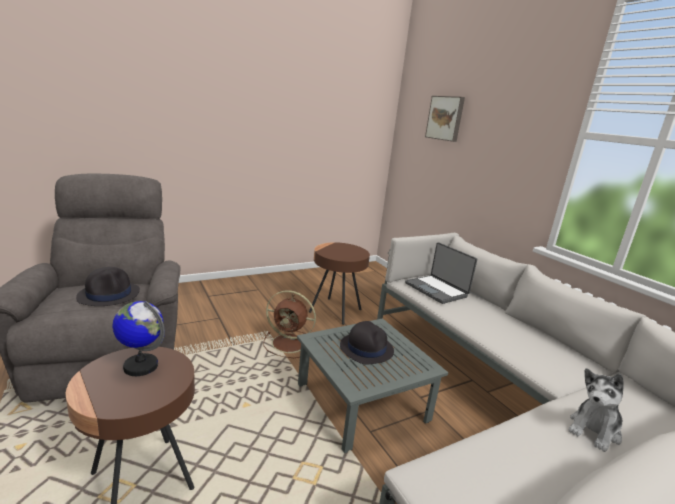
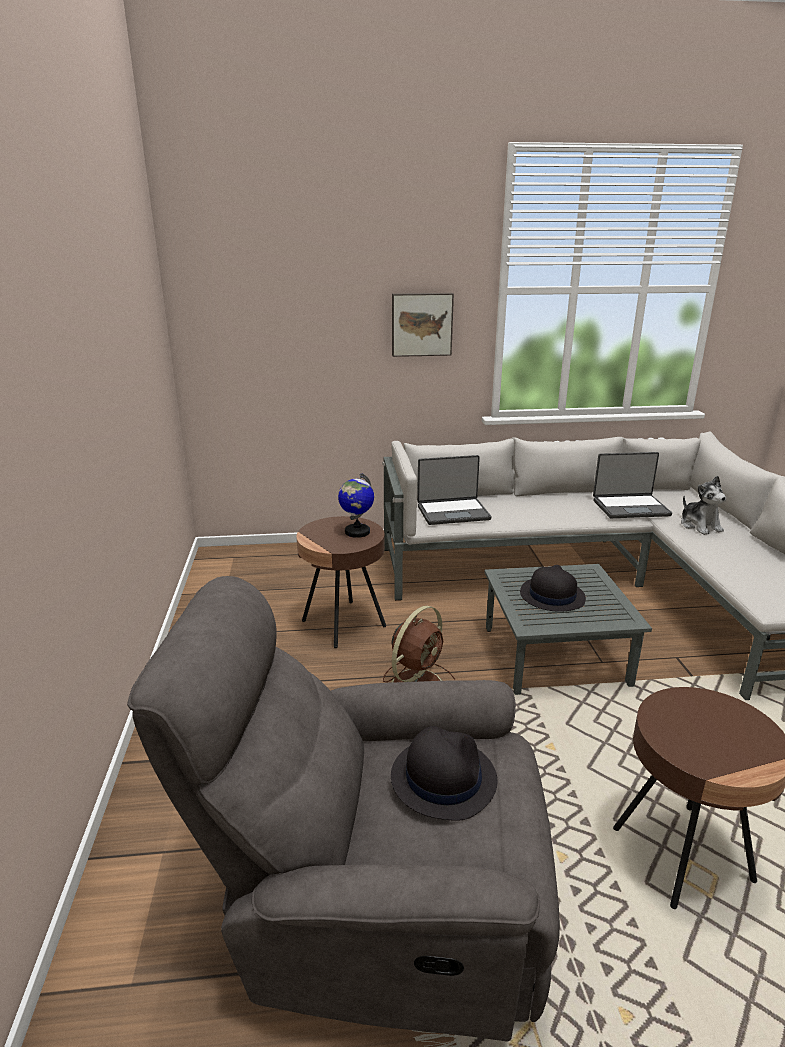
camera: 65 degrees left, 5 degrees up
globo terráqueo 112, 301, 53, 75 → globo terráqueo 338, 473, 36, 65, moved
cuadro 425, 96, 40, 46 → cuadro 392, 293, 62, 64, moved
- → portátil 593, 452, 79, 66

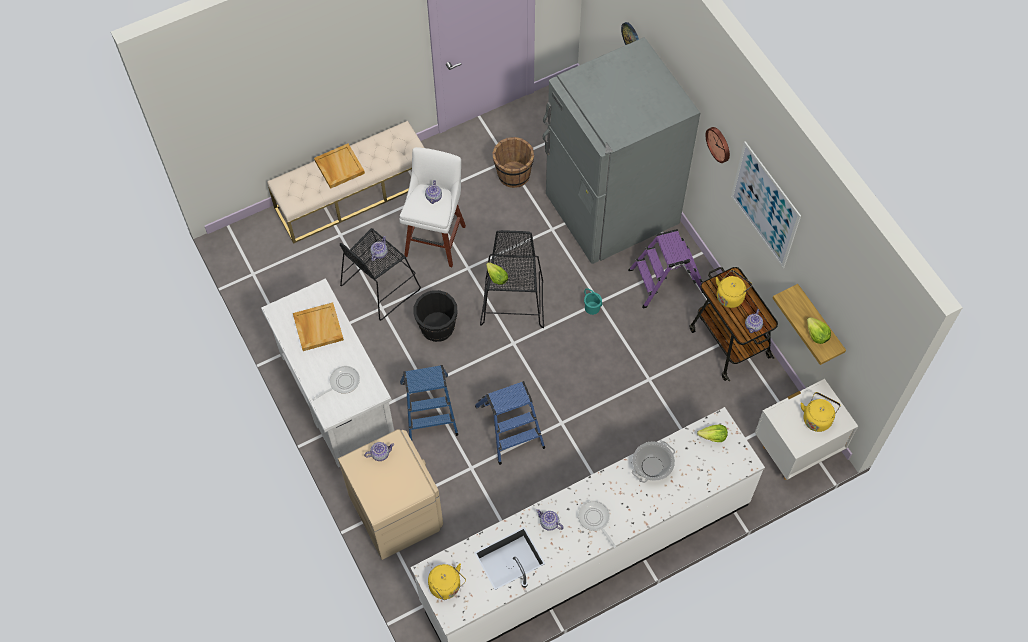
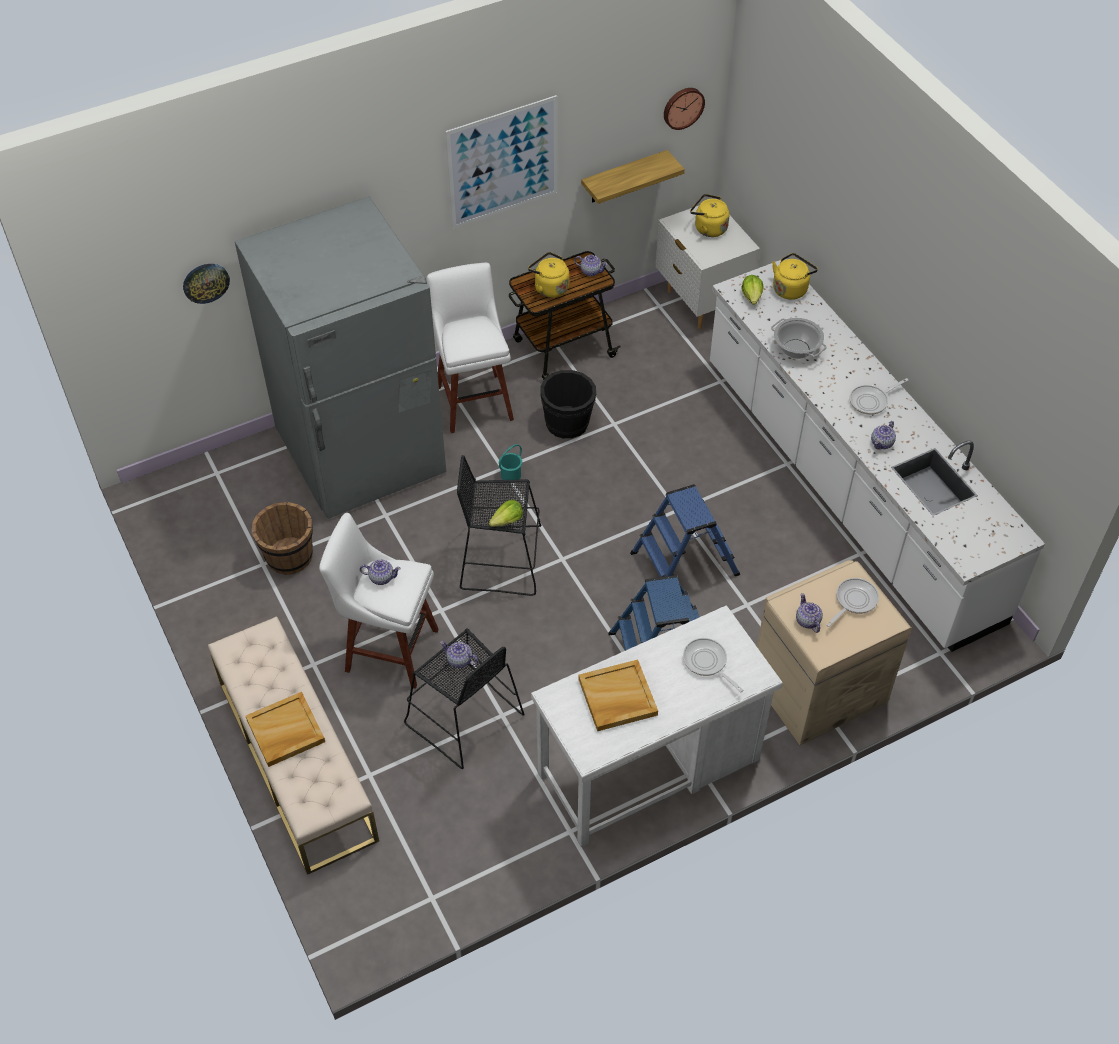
camera: 90 degrees left, 10 degrees down
escalera de tijera/morado 628, 229, 75, 80 → taburete/blanco 427, 263, 87, 170
cubo/negro 413, 290, 44, 52 → cubo/negro 540, 370, 56, 69, moved
reloj de pared 705, 127, 25, 36 → reloj de pared 664, 88, 41, 42, moved
hervidor/amarillo 428, 563, 38, 37 → hervidor/amarillo 772, 253, 46, 47, moved
- → sartén 826, 578, 53, 49
lechuga 807, 317, 24, 27 → -

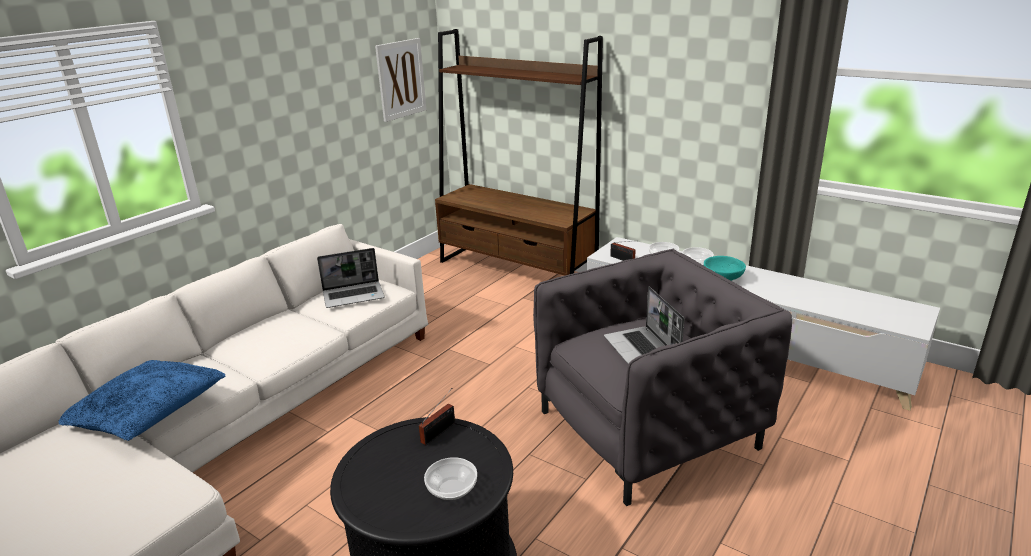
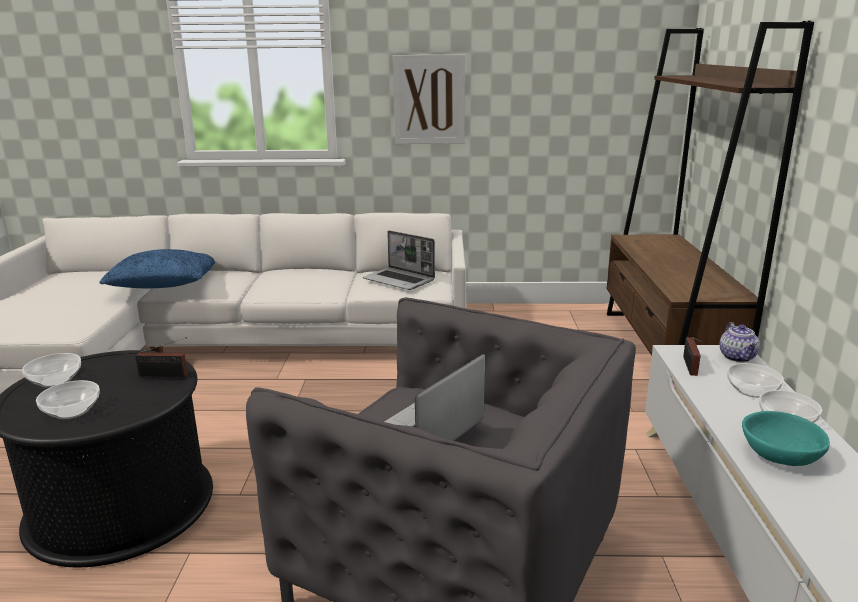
camera: 55 degrees right, 5 degrees down
- → cuenco 22, 353, 59, 34
cuadro 375, 38, 51, 84 → cuadro 393, 54, 72, 90, moved
- → tetera 720, 322, 40, 40

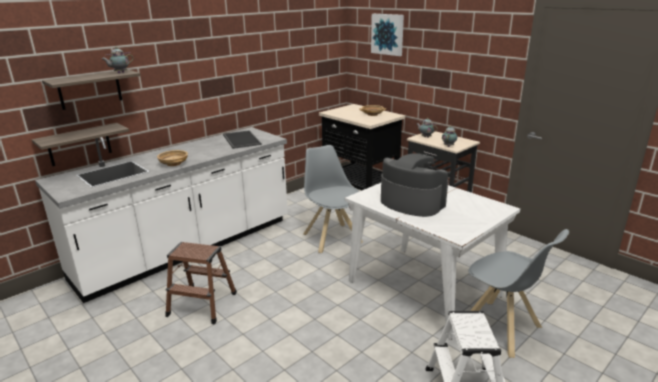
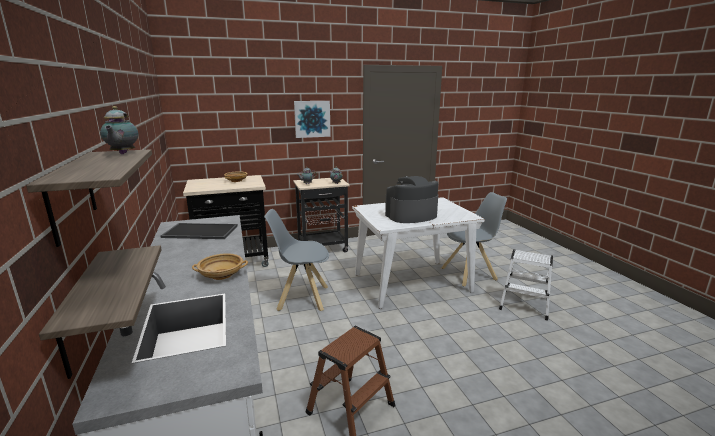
camera: 65 degrees left, 5 degrees down
cuadro 371, 14, 33, 42 → cuadro 294, 101, 37, 37, moved

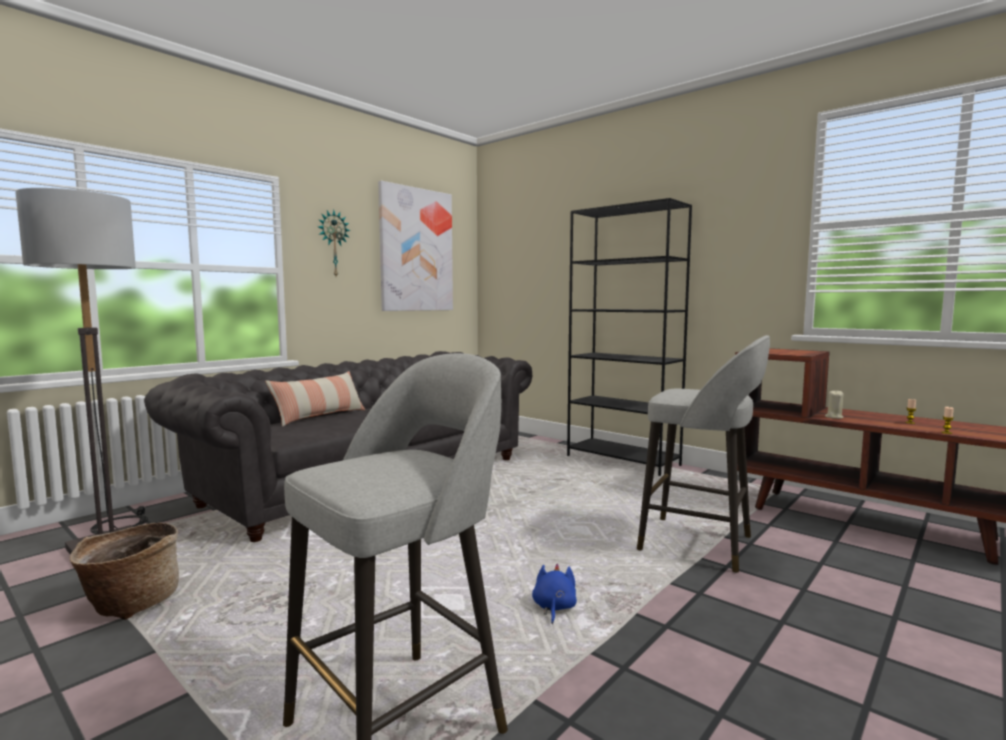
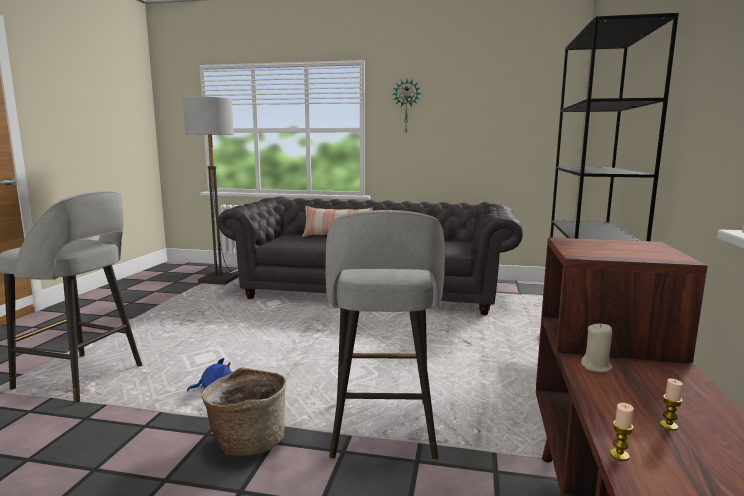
camera: 60 degrees right, 5 degrees up
cesta 69, 523, 110, 97 → cesta 201, 367, 85, 89, moved
cuadro 378, 181, 75, 130 → -

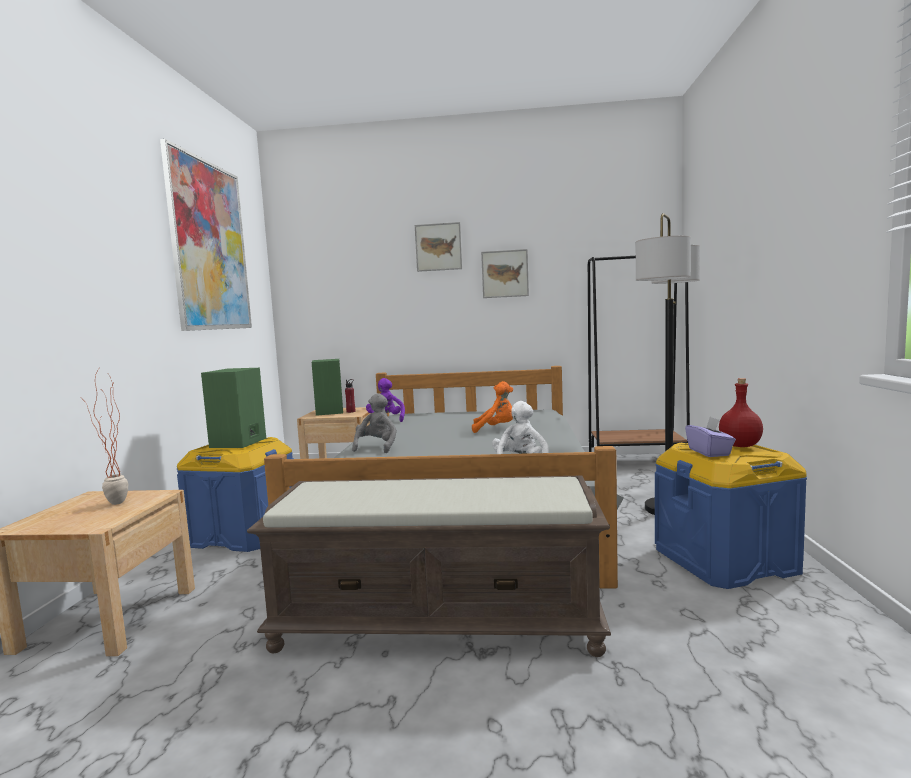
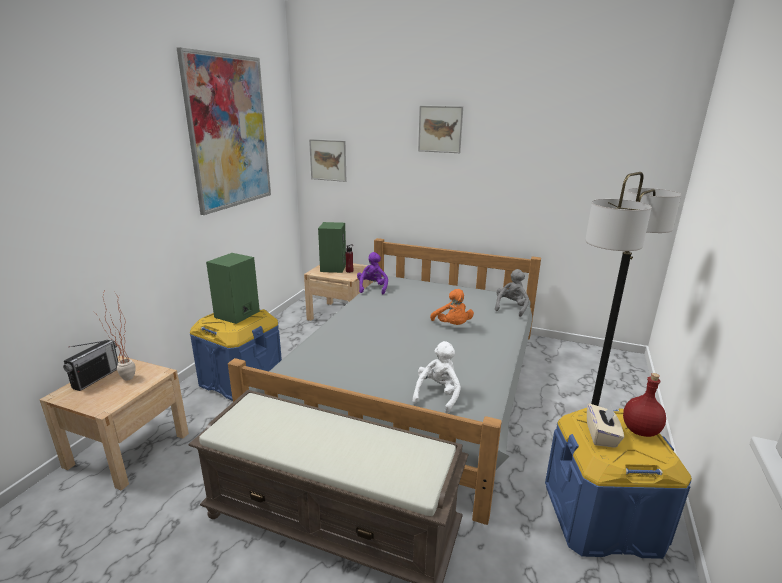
camera: 15 degrees right, 15 degrees up
- → radio 63, 340, 56, 51
cuadro 481, 249, 48, 49 → cuadro 309, 139, 37, 43, moved
peluche/naranja 472, 381, 41, 52 → peluche/naranja 430, 289, 44, 36, 45 degrees clockwise
peluche/gris 352, 393, 45, 60 → peluche/gris 495, 269, 34, 48, moved
caja de pañuelos/morado 685, 417, 51, 40 → caja de pañuelos/beis 587, 403, 37, 45
perchero 588, 256, 102, 196 → -

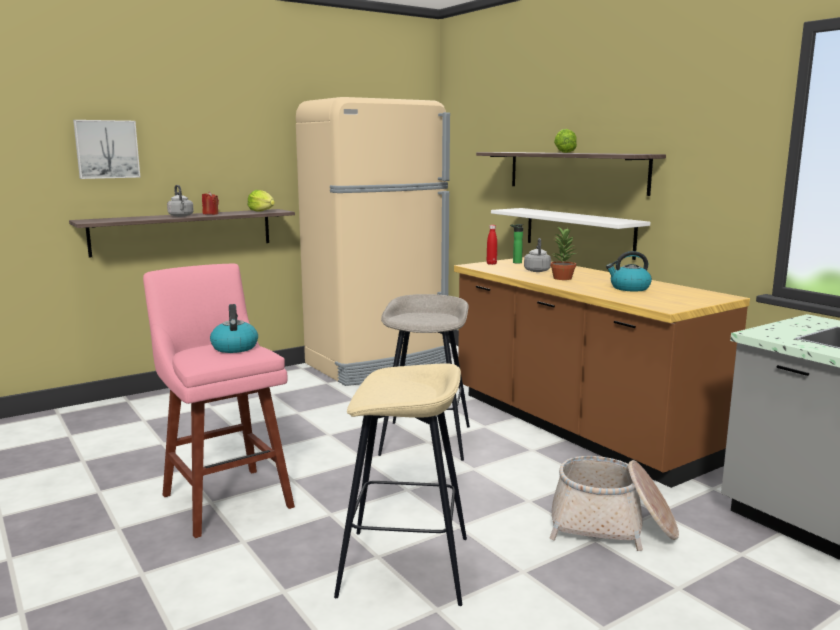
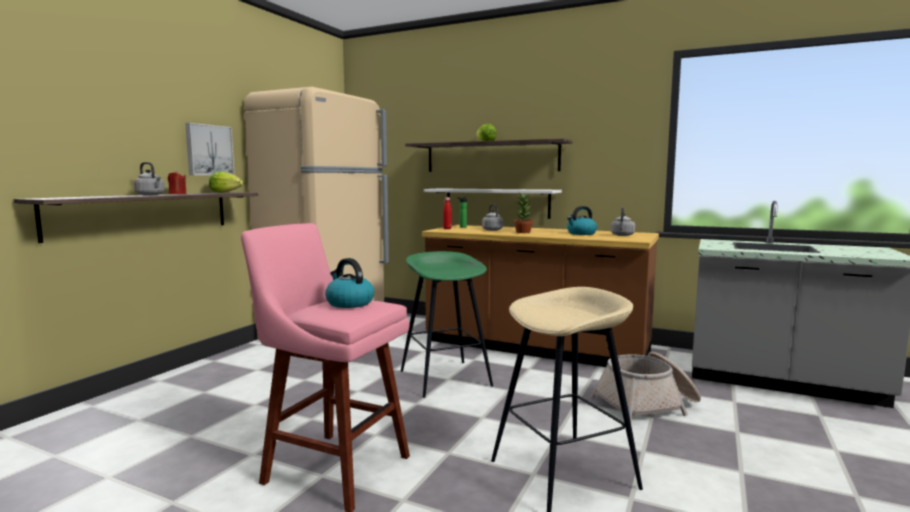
camera: 30 degrees left, 5 degrees down
cuadro 73, 120, 67, 59 → cuadro 185, 123, 50, 52, moved
taburete/gris 378, 294, 92, 167 → taburete/verde 401, 251, 92, 147
- → hervidor/gris 611, 207, 24, 29

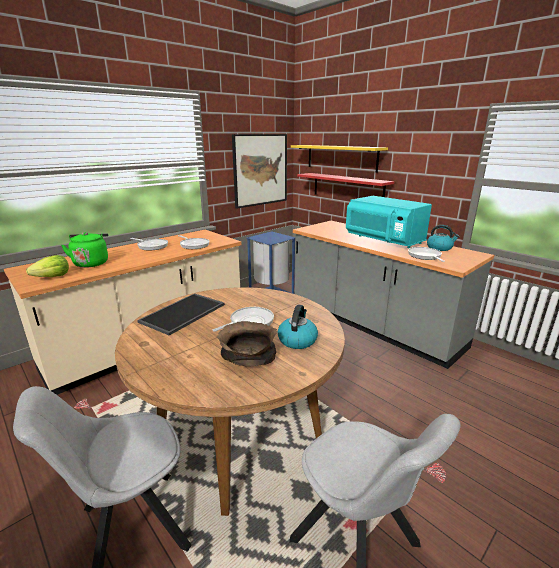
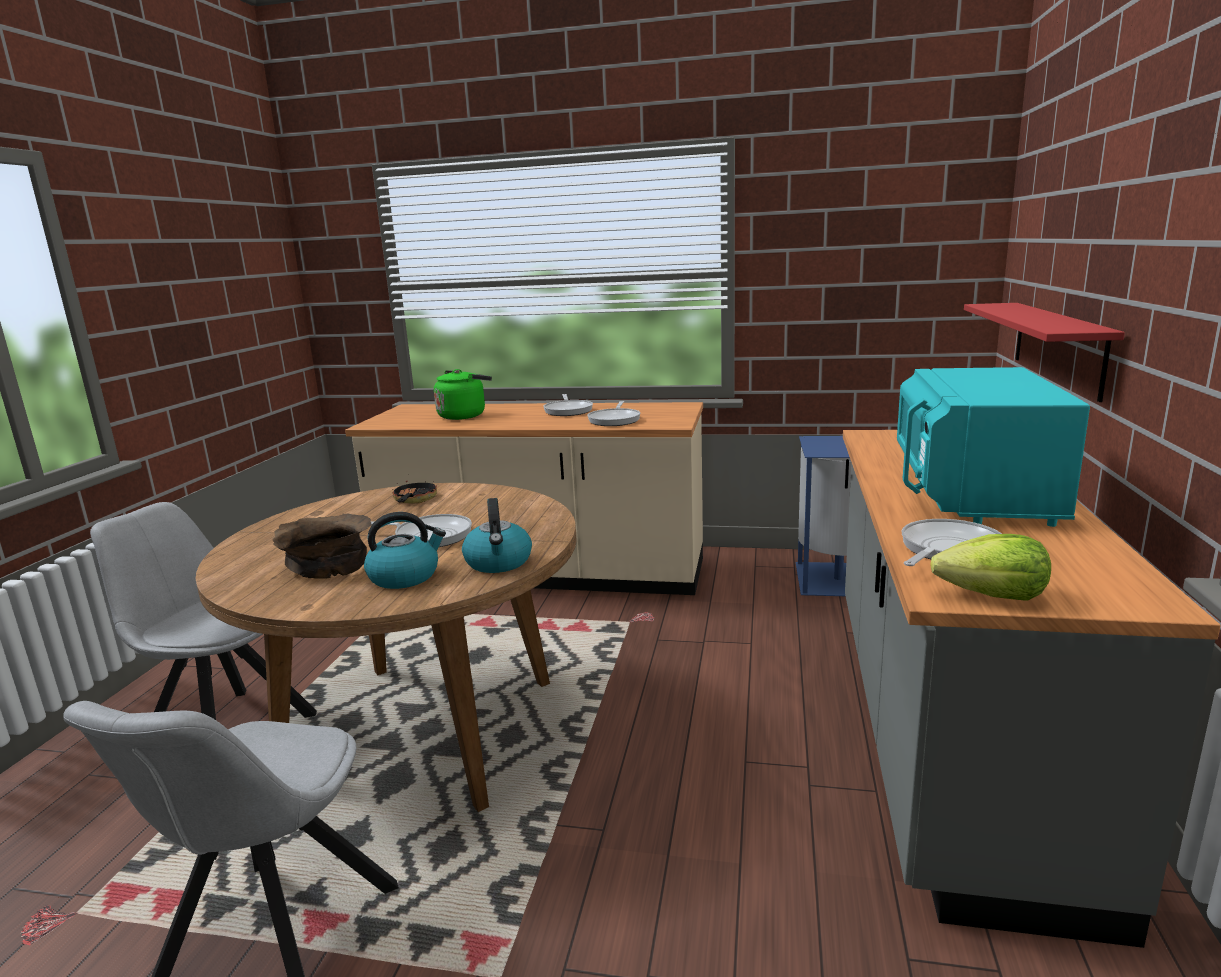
camera: 55 degrees right, 5 degrees down
bandeja 137, 293, 88, 43 → sartén 392, 480, 45, 24
hervidor 427, 225, 33, 26 → hervidor 462, 498, 70, 75, moved
lechuga 26, 255, 43, 22 → lechuga 930, 534, 121, 67, moved
cuadro 232, 134, 55, 75 → -
estante/amarillo 291, 145, 97, 28 → -

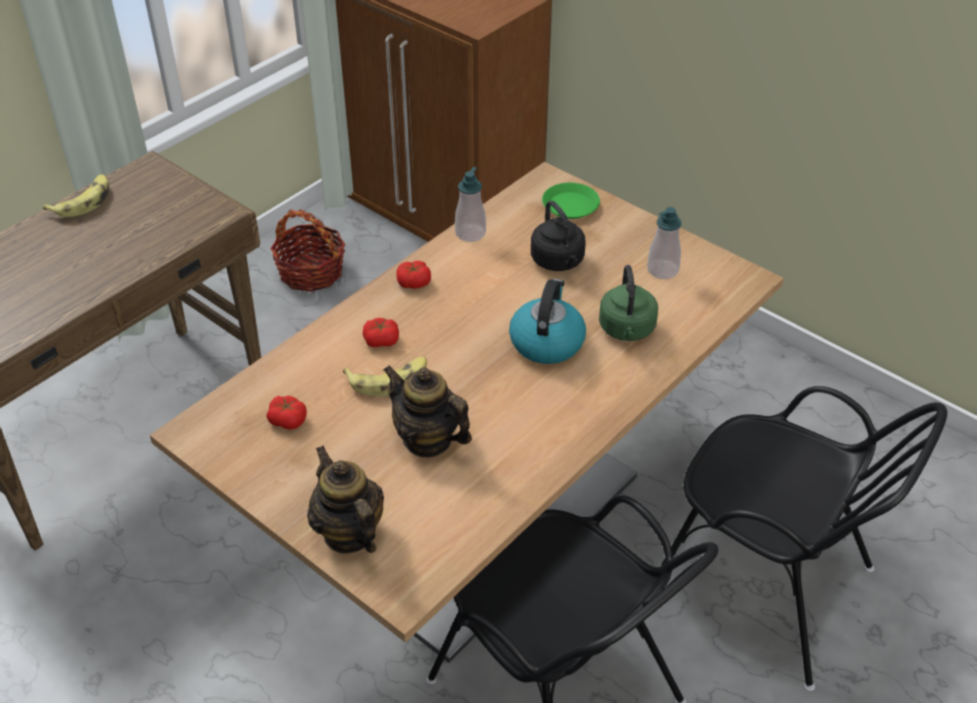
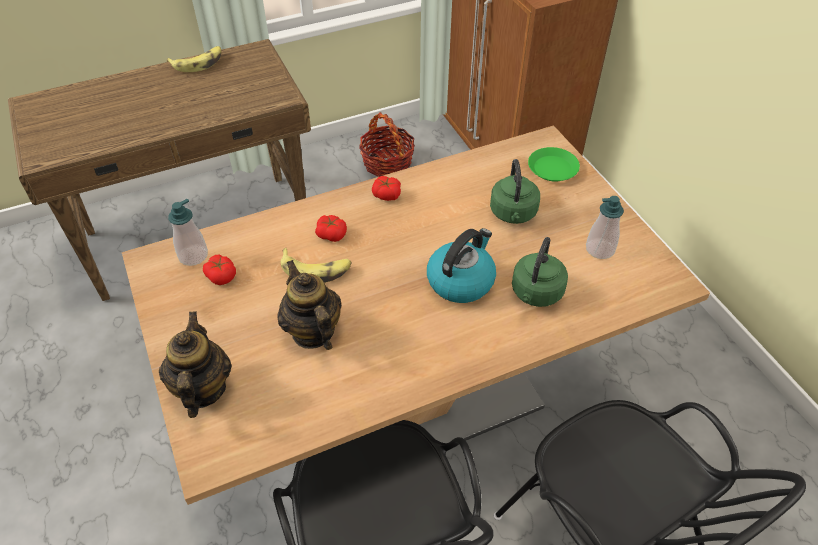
camera: 25 degrees right, 5 degrees up
dispensador de jabón 455, 167, 31, 75 → dispensador de jabón 168, 199, 40, 67, moved
hervidor/negro 531, 200, 55, 71 → hervidor/verde 490, 159, 50, 65

